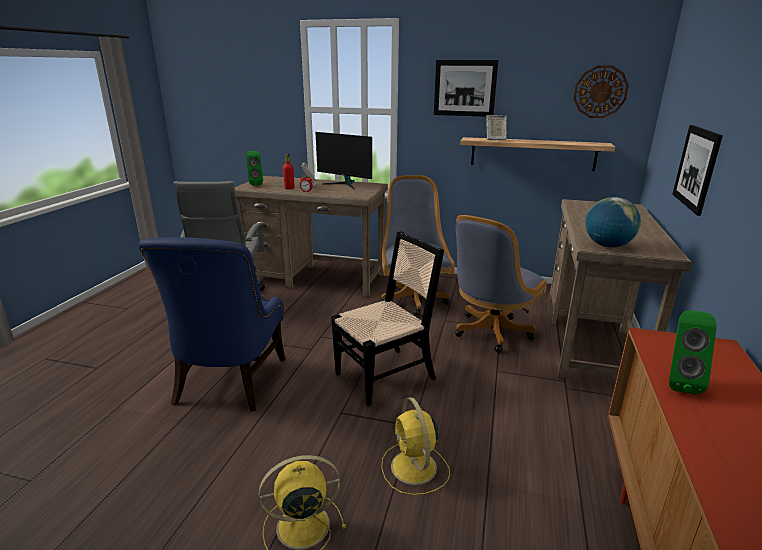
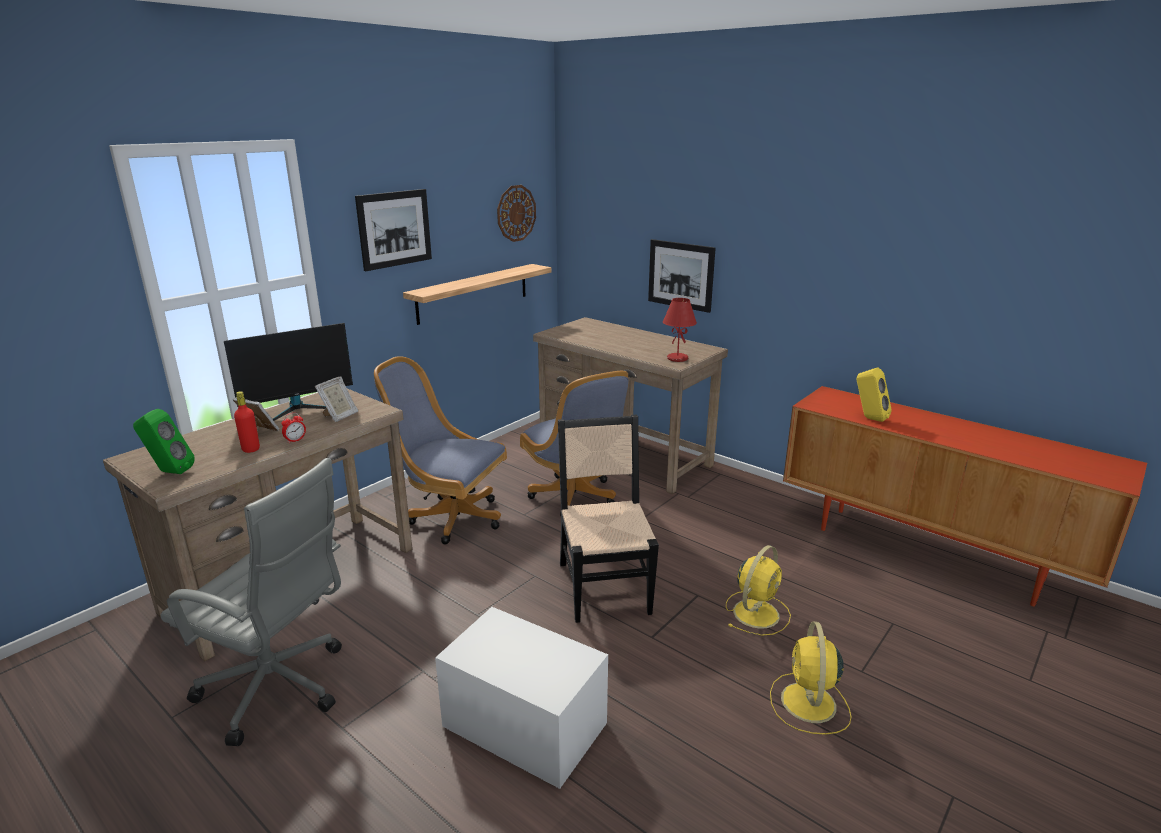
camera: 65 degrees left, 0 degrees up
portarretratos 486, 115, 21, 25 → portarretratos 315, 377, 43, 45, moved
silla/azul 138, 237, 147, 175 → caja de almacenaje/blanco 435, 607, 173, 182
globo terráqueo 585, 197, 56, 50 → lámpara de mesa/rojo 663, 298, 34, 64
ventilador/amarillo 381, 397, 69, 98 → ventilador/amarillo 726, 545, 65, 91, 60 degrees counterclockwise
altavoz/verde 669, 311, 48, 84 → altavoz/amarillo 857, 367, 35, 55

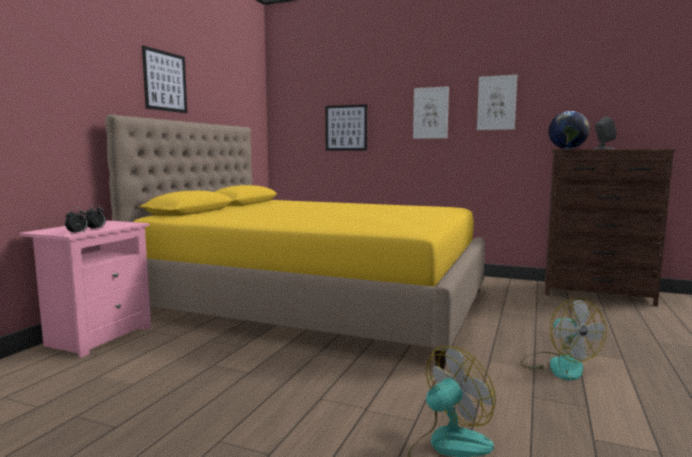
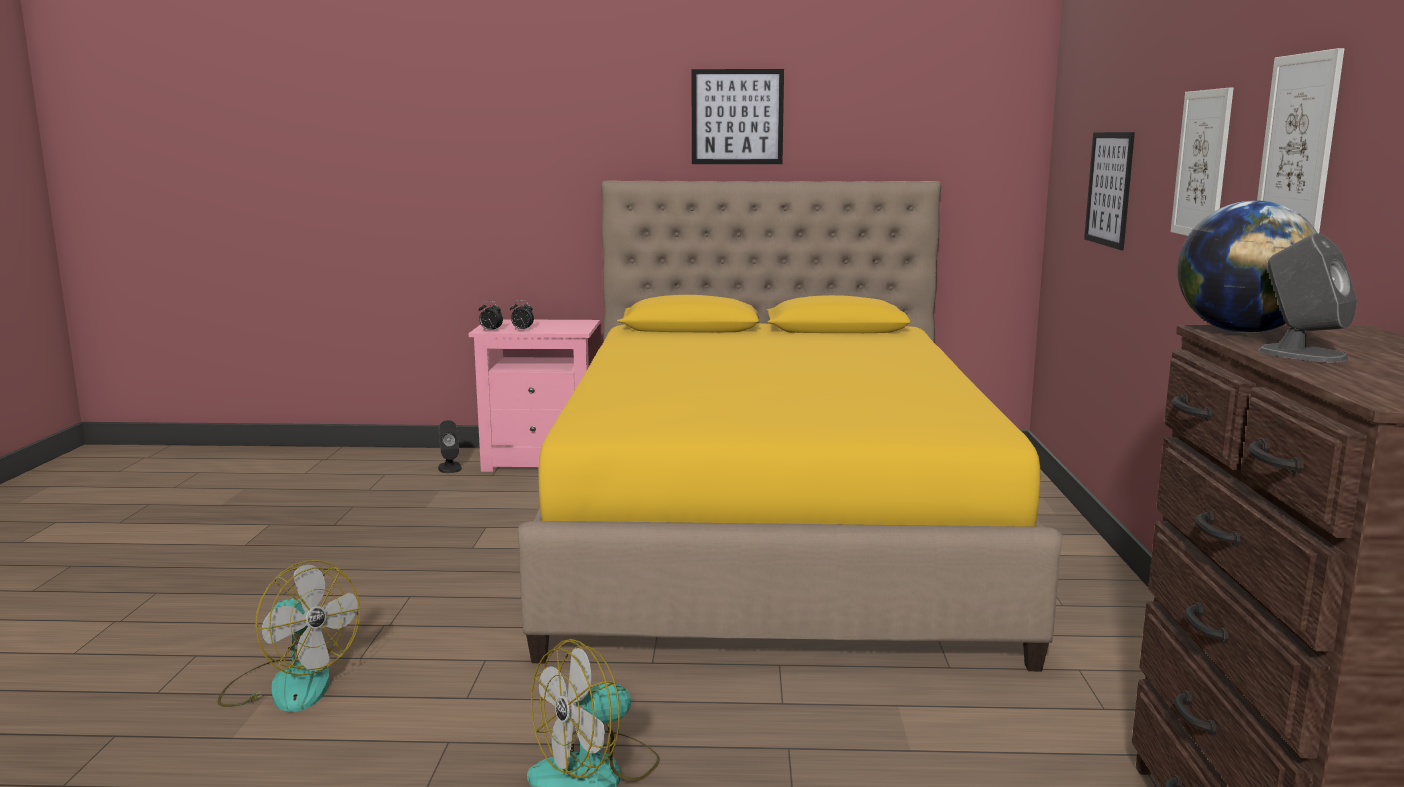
camera: 70 degrees right, 5 degrees up
- → altavoz/negro 438, 420, 24, 53

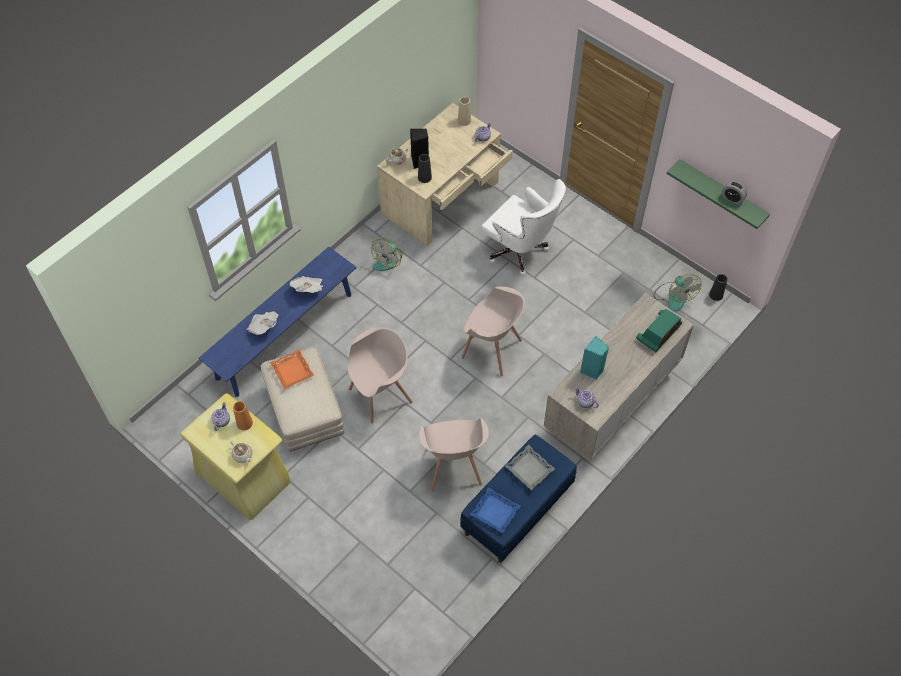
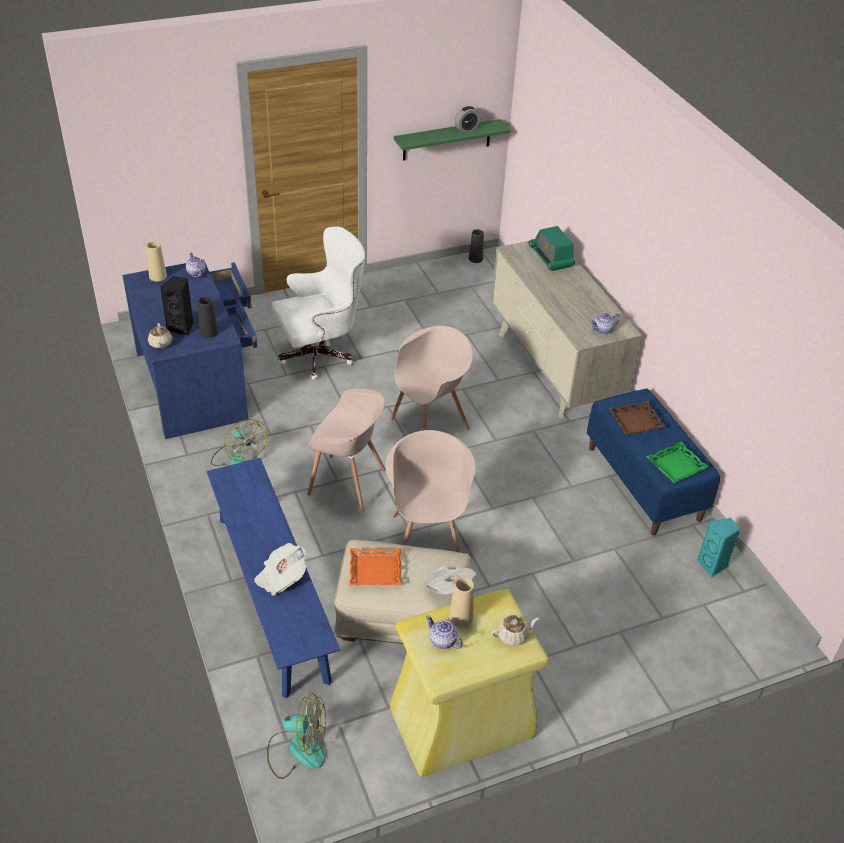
camera: 65 degrees left, 15 degrees down
escritorio/beis 377, 103, 136, 143 → escritorio/azul 122, 260, 135, 179
ventilador 654, 274, 47, 38 → ventilador 267, 693, 59, 86, moved
silla/beis 419, 418, 70, 73 → silla/beis 307, 389, 79, 123, moved
periódico 290, 276, 33, 17 → periódico 423, 567, 54, 27, moved
florero/naranja 233, 401, 20, 29 → florero/beis 449, 577, 25, 50
bandeja/gris 505, 445, 50, 46 → bandeja/marrón 609, 401, 57, 34
bandeja/azul 470, 487, 51, 46 → bandeja/verde 646, 442, 63, 41
altavoz/turquesa 580, 336, 29, 44 → altavoz/turquesa 697, 518, 44, 59, moved

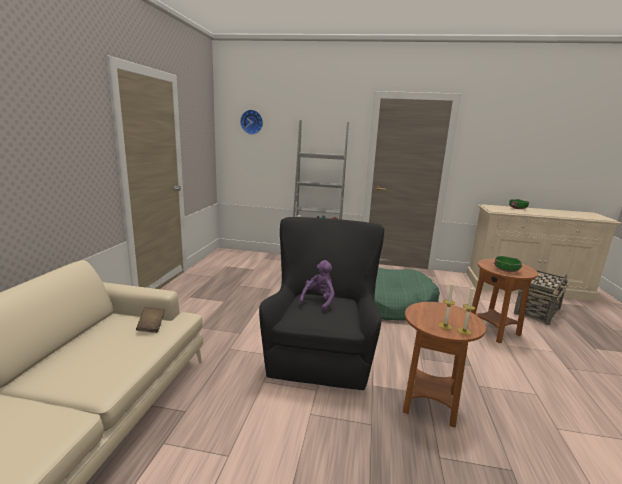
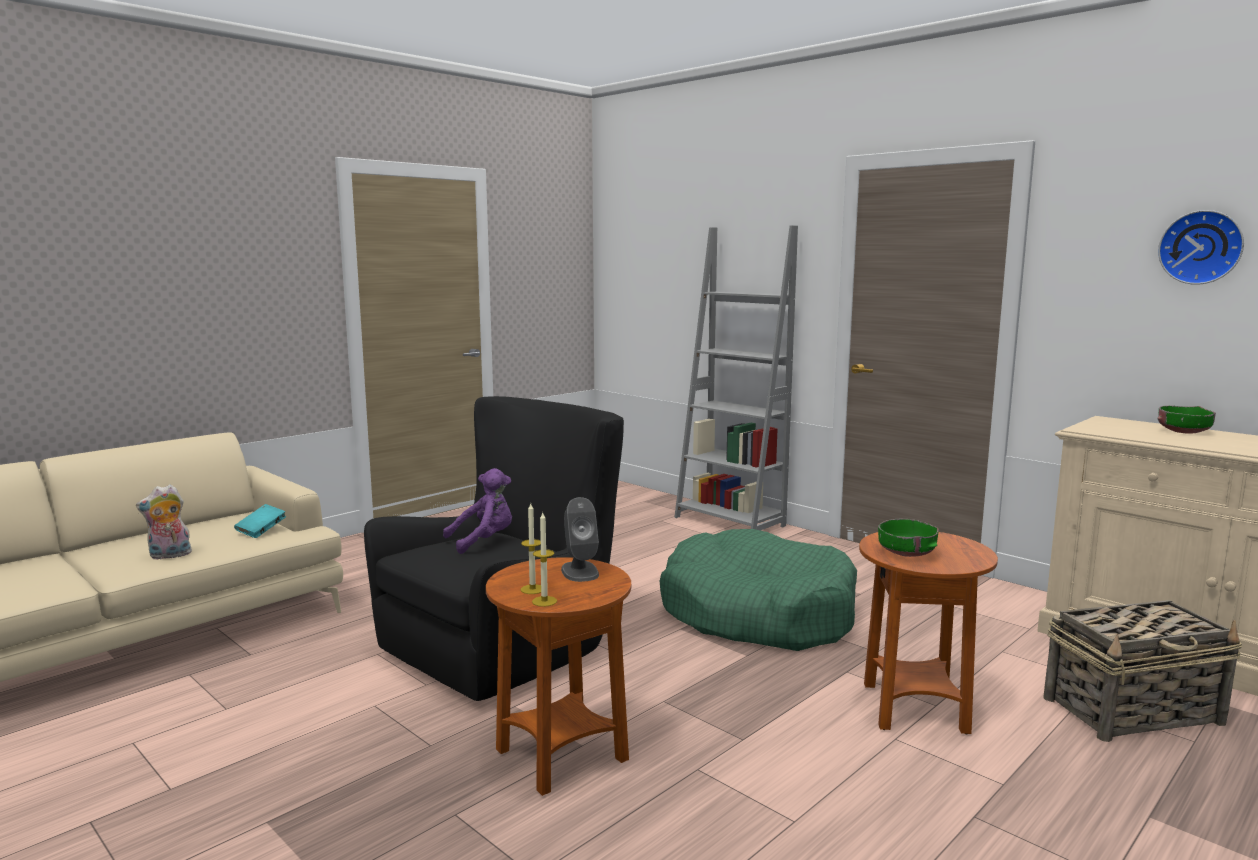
camera: 35 degrees right, 5 degrees down
- → peluche 136, 485, 56, 75
libro/marrón 136, 307, 29, 26 → libro/turquesa 234, 504, 52, 34
- → altavoz/gris 561, 497, 38, 85
reloj de pared 240, 110, 23, 25 → reloj de pared 1158, 210, 86, 75, moved

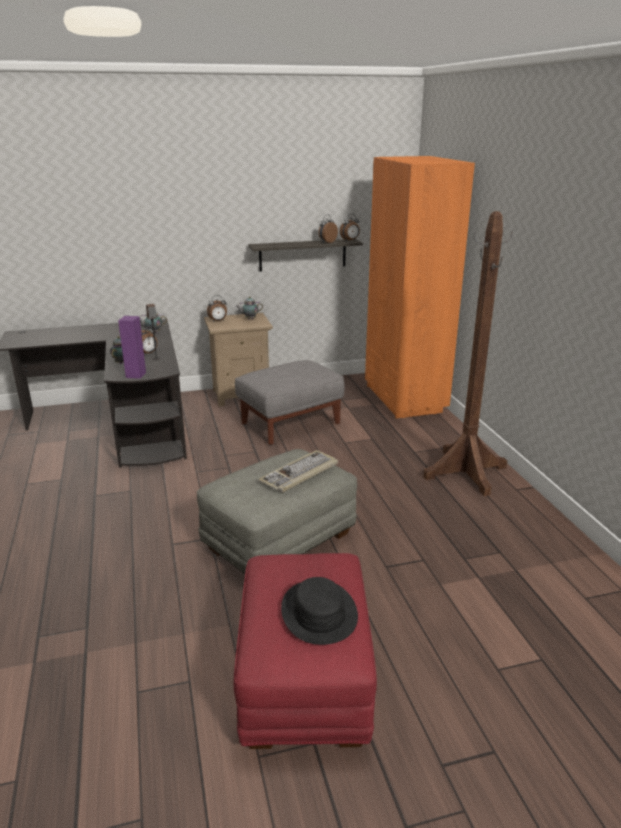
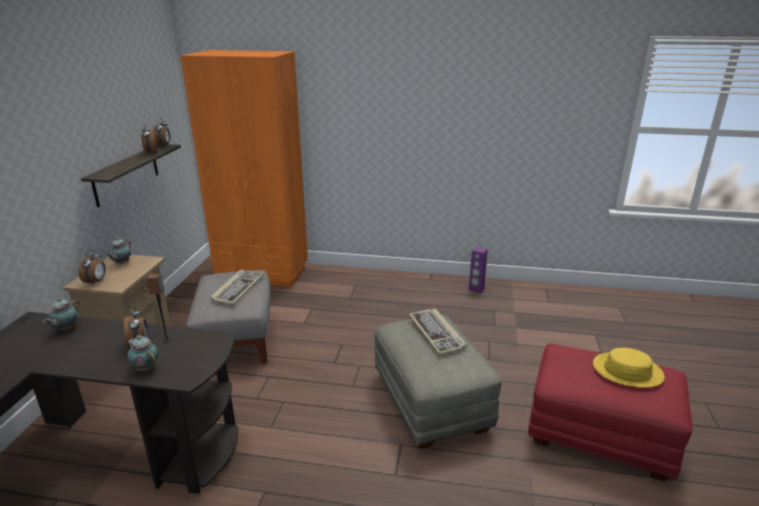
camera: 65 degrees left, 0 degrees up
- → teclado 210, 270, 54, 35
altavoz/morado 118, 316, 28, 63 → altavoz/morado 469, 246, 19, 47, moved
sombrero/negro 281, 577, 77, 68 → sombrero/amarillo 593, 348, 72, 40
perchero/marrón 423, 211, 91, 285 → -

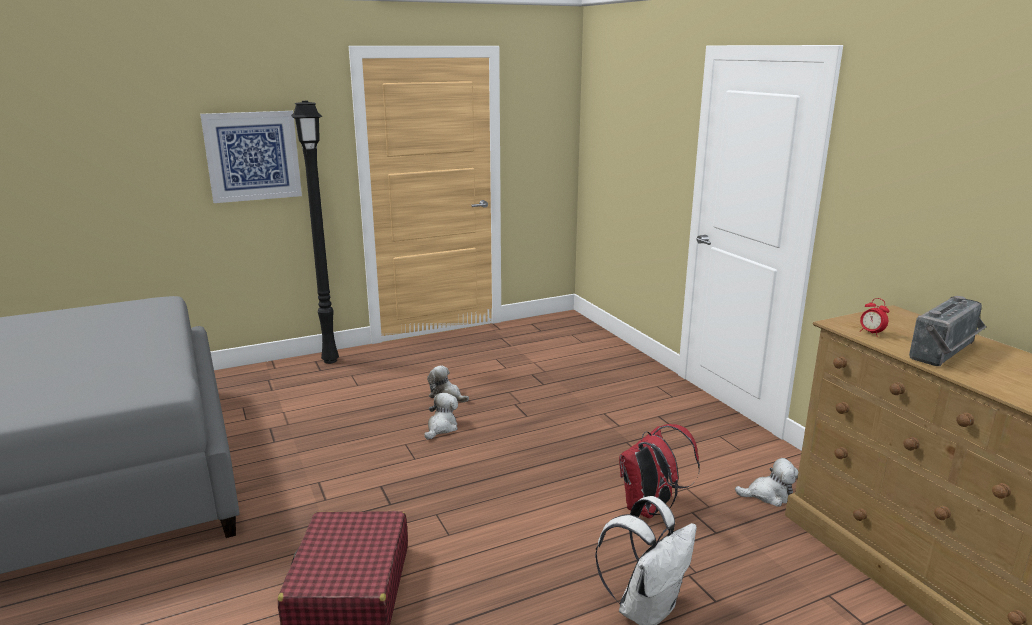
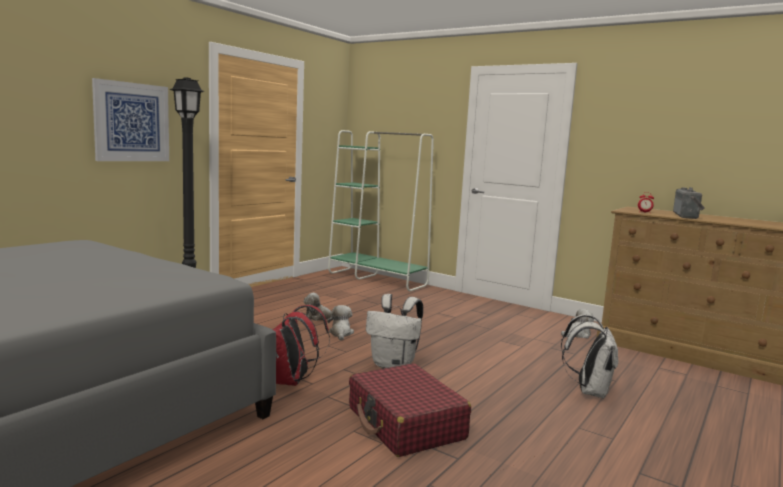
camera: 30 degrees left, 10 degrees down
mochila/rojo 619, 424, 81, 94 → mochila/rojo 272, 305, 58, 81, moved
- → perchero/verde 328, 130, 106, 161
- → mochila/blanco 366, 294, 57, 74

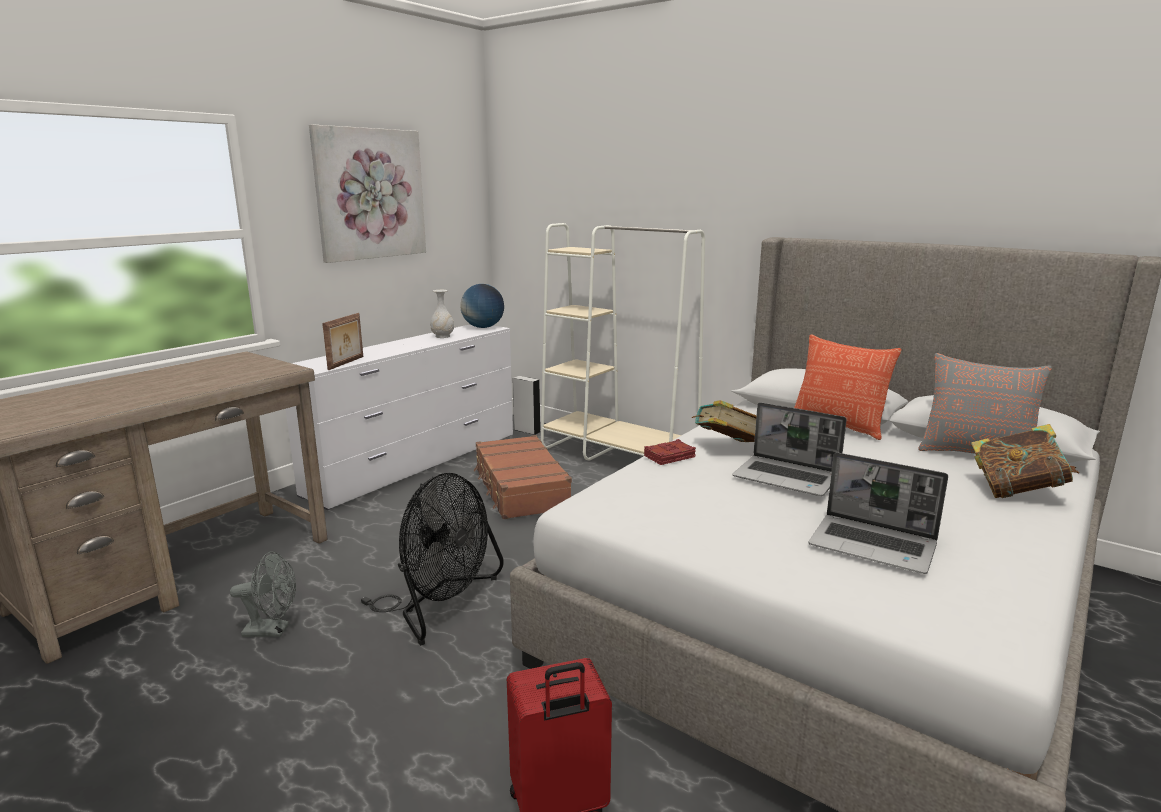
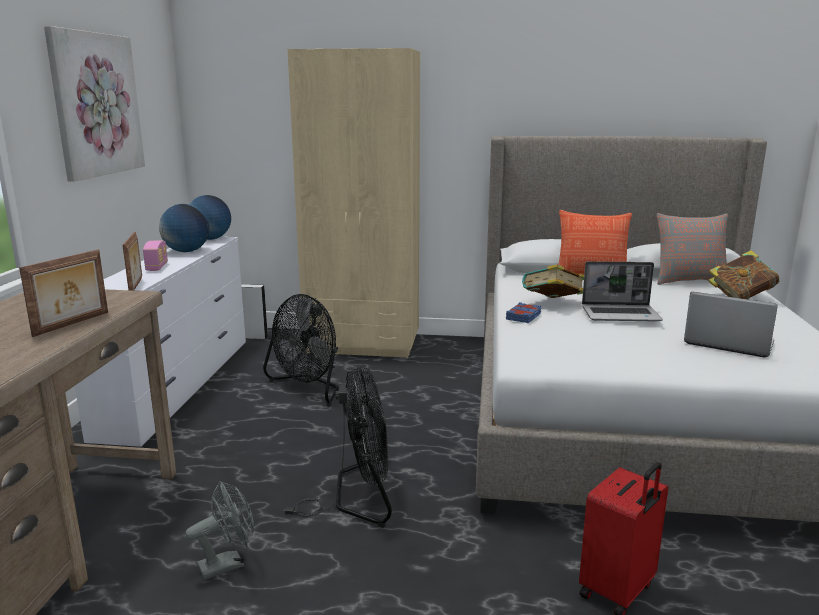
camera: 30 degrees left, 0 degrees up
- → portarretratos 19, 250, 89, 87
- → radio 143, 240, 25, 31
florero/blanco 430, 290, 24, 48 → globo terráqueo 159, 204, 51, 48
maleta/marrón 474, 435, 98, 84 → ventilador/negro 263, 294, 76, 113
perchero/beis 541, 223, 164, 238 → armario ropero/beis 288, 48, 132, 310
libro/rojo 644, 439, 52, 26 → libro/azul 506, 302, 35, 21
portátil 809, 452, 139, 122 → portátil 684, 292, 94, 65, 150 degrees counterclockwise

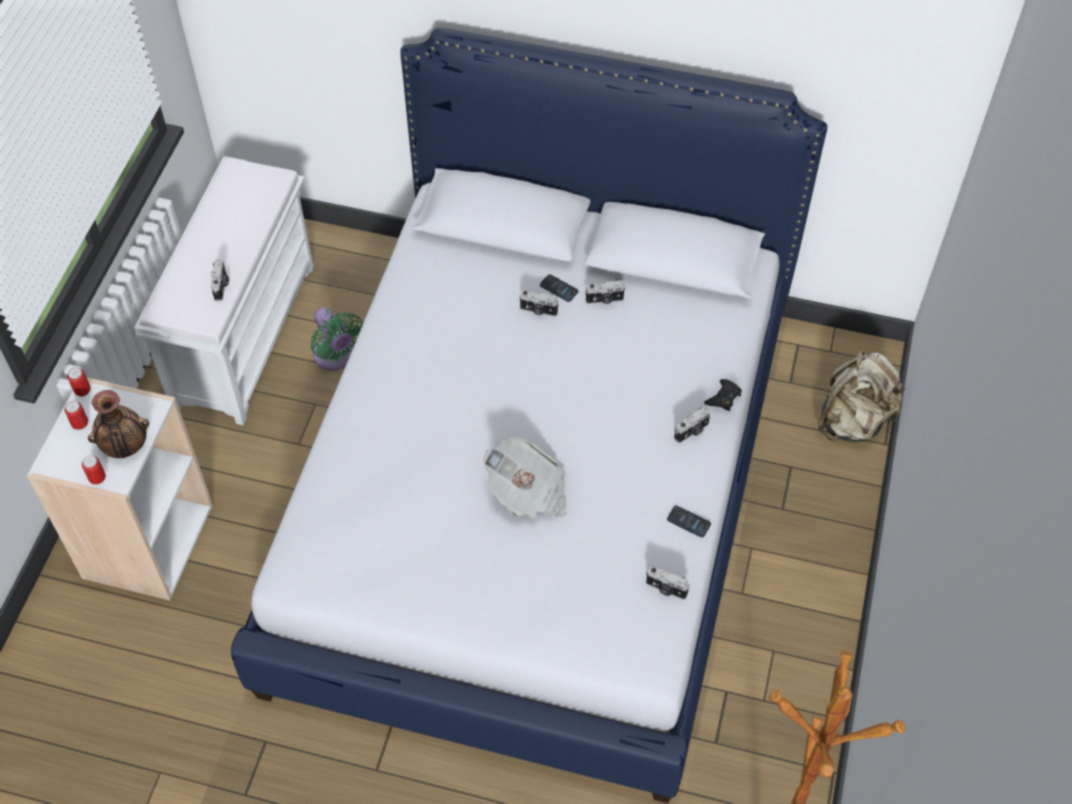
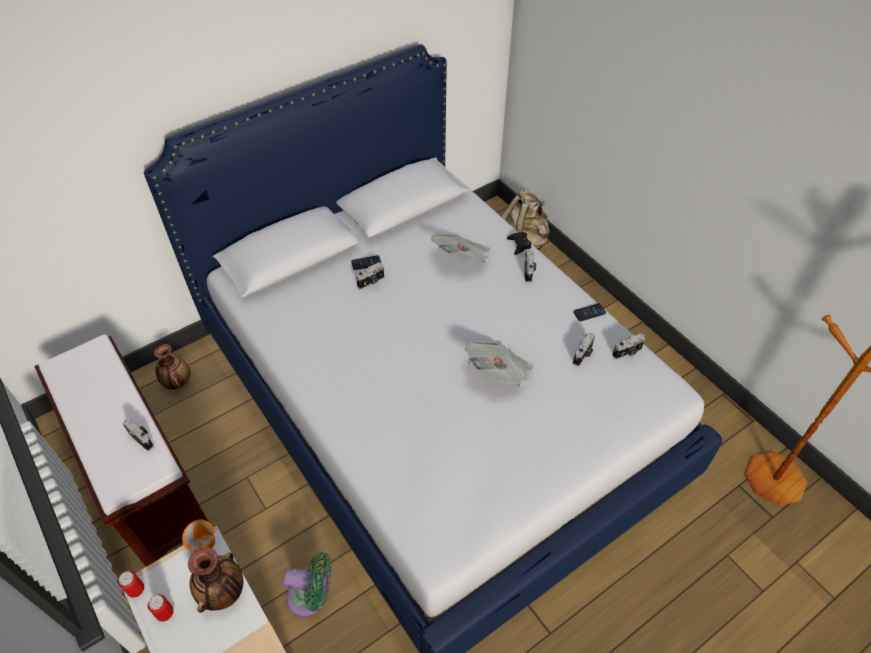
camera: 50 degrees left, 5 degrees down
banco/blanco 134, 156, 180, 269 → banco/marrón 34, 334, 175, 233
- → florero 154, 344, 36, 46
- → taza grande/naranja 182, 520, 33, 32
ventilador/verde 311, 307, 52, 63 → ventilador/verde 283, 552, 48, 65, moved
- → periódico 431, 234, 59, 28
cámara 585, 280, 41, 24 → cámara 573, 332, 22, 34, moved
lata 82, 455, 24, 30 → -

